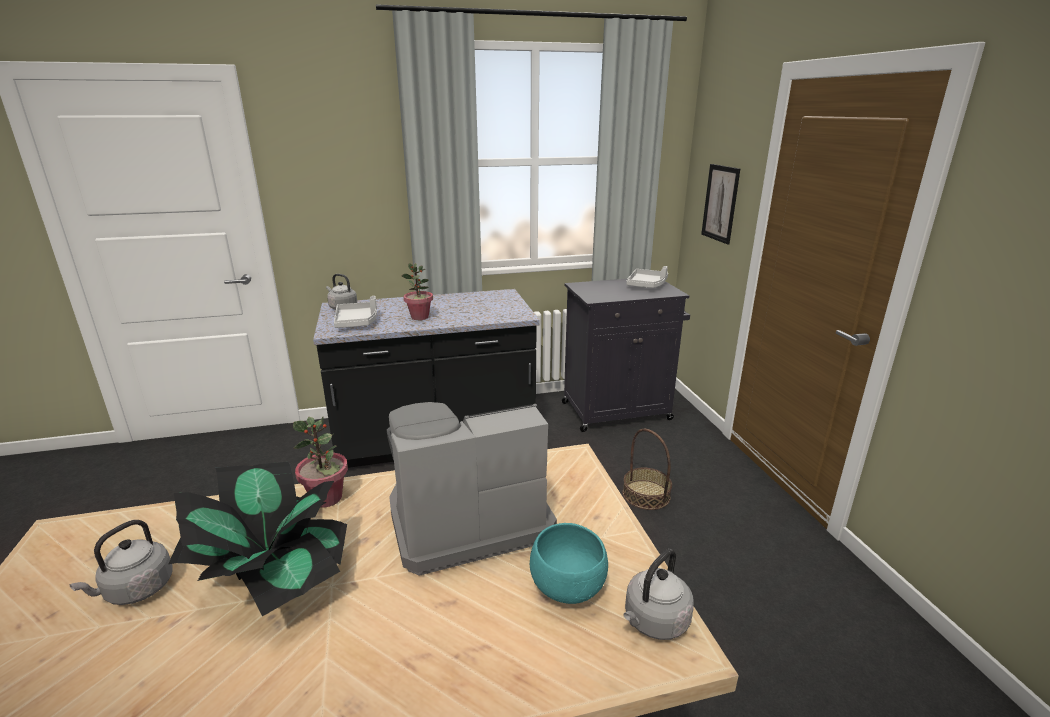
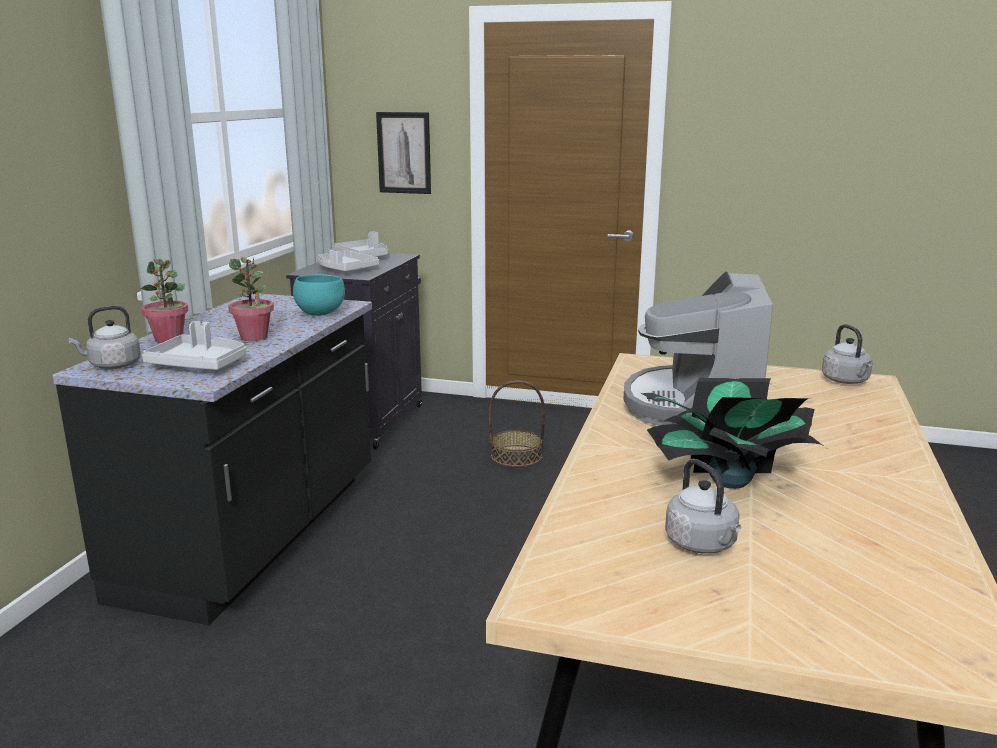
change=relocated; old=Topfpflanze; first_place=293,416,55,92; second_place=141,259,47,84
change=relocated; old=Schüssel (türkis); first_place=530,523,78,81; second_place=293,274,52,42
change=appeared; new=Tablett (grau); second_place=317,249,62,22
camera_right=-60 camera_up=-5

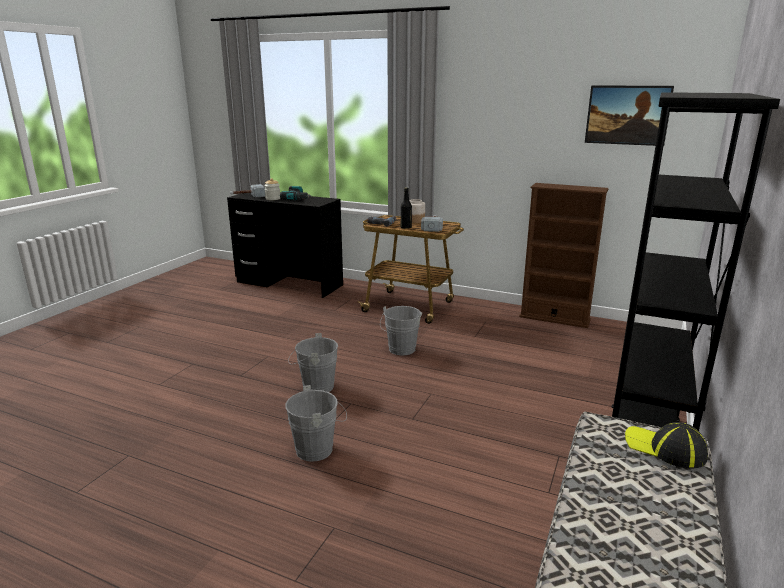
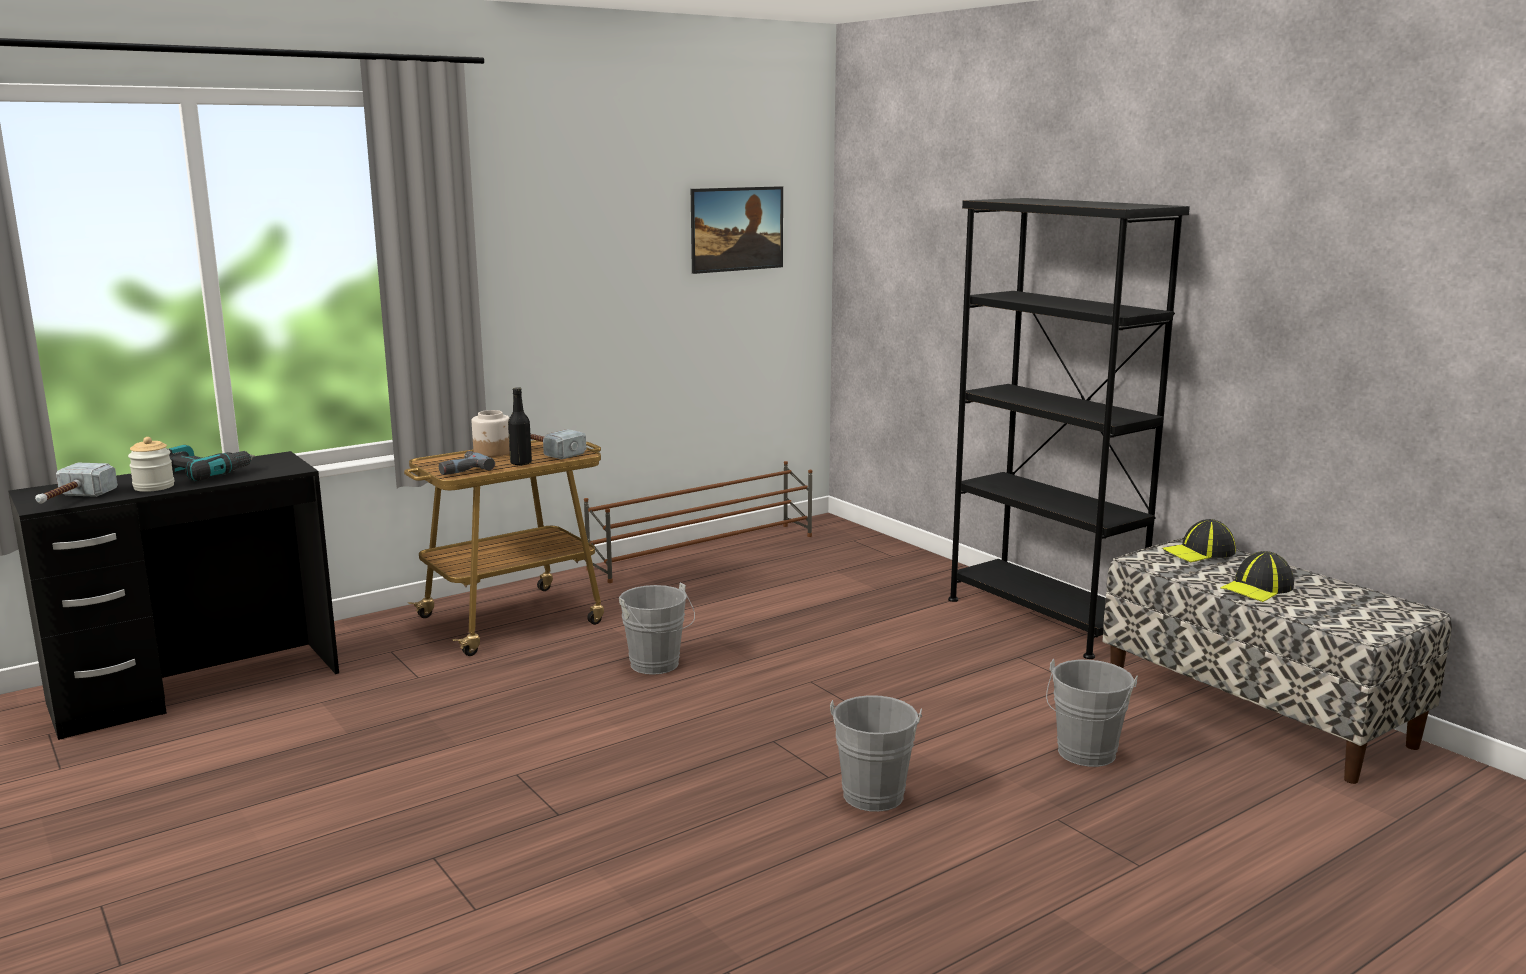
change=exchanged; old=Bücherregal (braun); new=Schuhregal (braun); first_place=519,183,90,145; second_place=584,461,228,122
change=relocated; old=Eimer (grau); first_place=288,333,50,59; second_place=1046,659,92,108
change=appeared; new=Kappe; second_place=1220,551,74,51
camera_right=-60 camera_up=-5

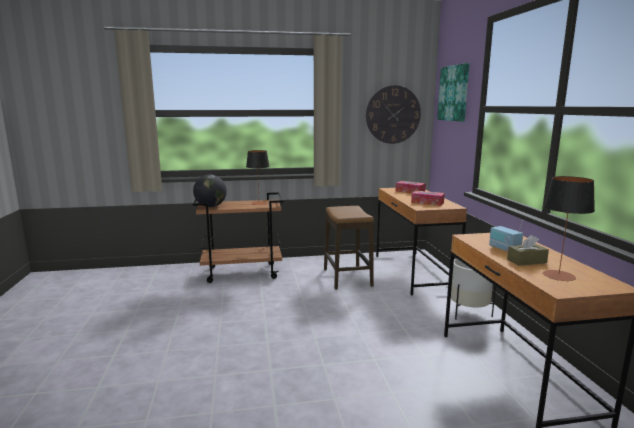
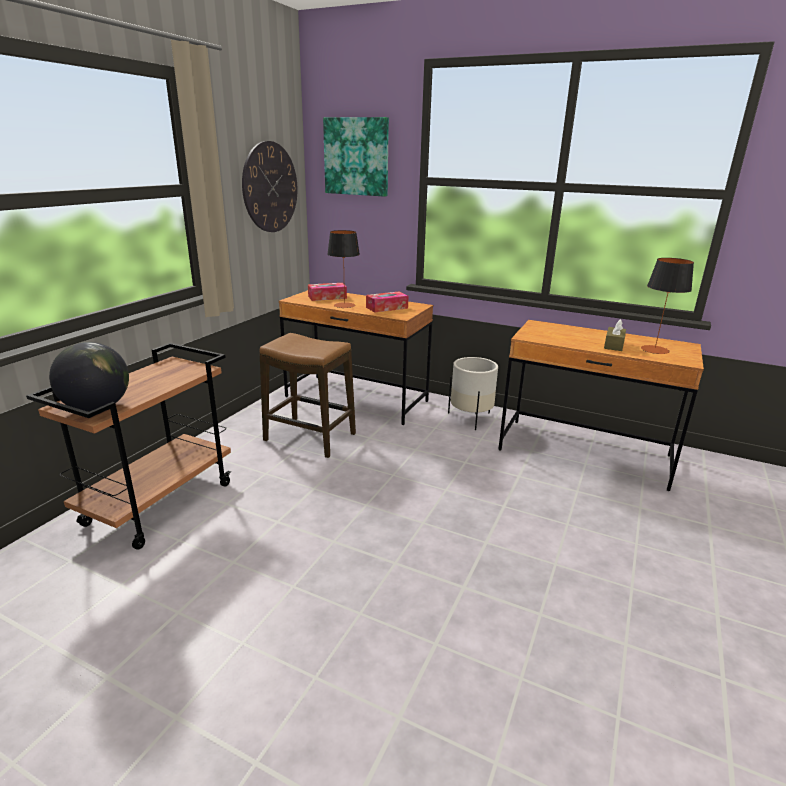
change=relocated; old=Tischlampe; first_place=246,150,24,55; second_place=327,230,33,78
change=missing; old=Radio; first_place=489,220,34,31
camera_right=-55 camera_up=10

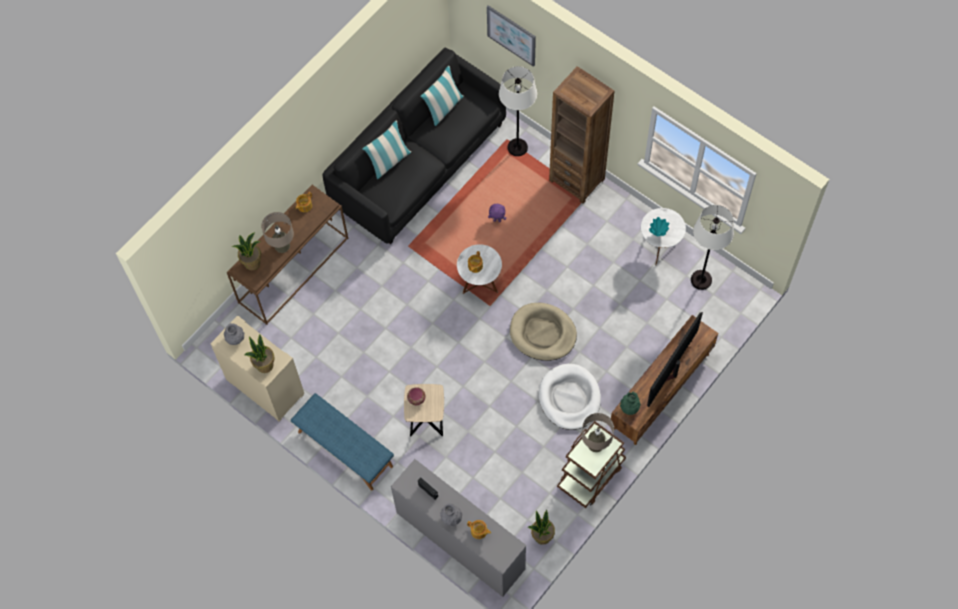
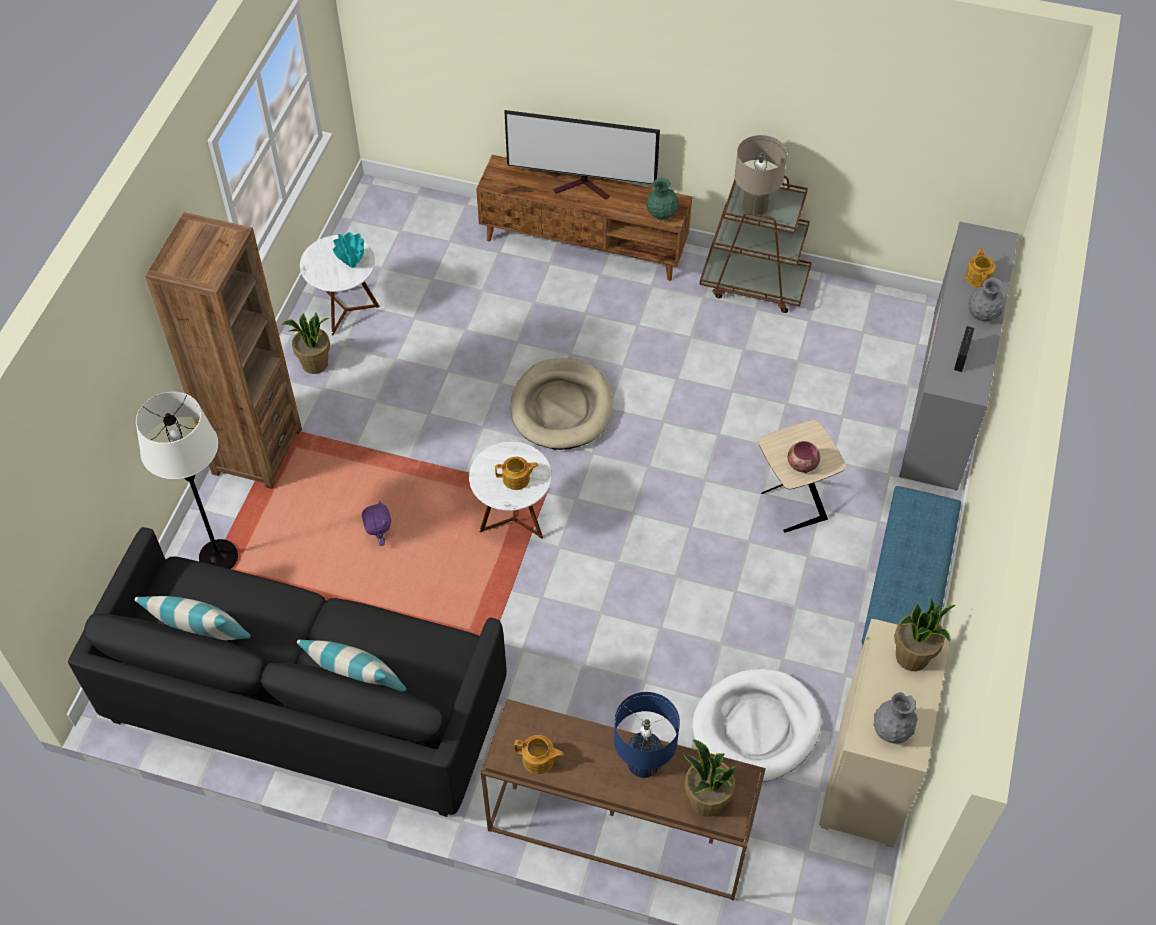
change=missing; old=Bild; first_place=487,5,49,62
change=missing; old=Stehlampe (weiß); first_place=691,205,43,85
change=colour; old=Tischlampe (beige); new=Tischlampe (blau); first_place=261,212,33,41; second_place=614,692,66,86
change=relocated; old=Hundebett (weiß); first_place=539,364,62,66; second_place=692,669,129,113
change=relocated; old=Topfpflanze; first_place=528,510,27,35; second_place=281,312,49,62
camera_right=-115 camera_up=-10

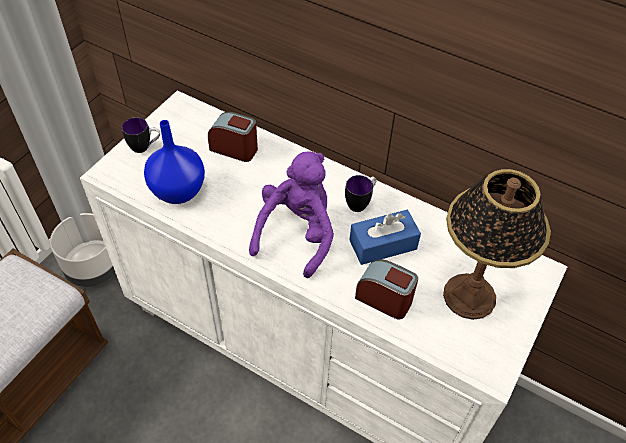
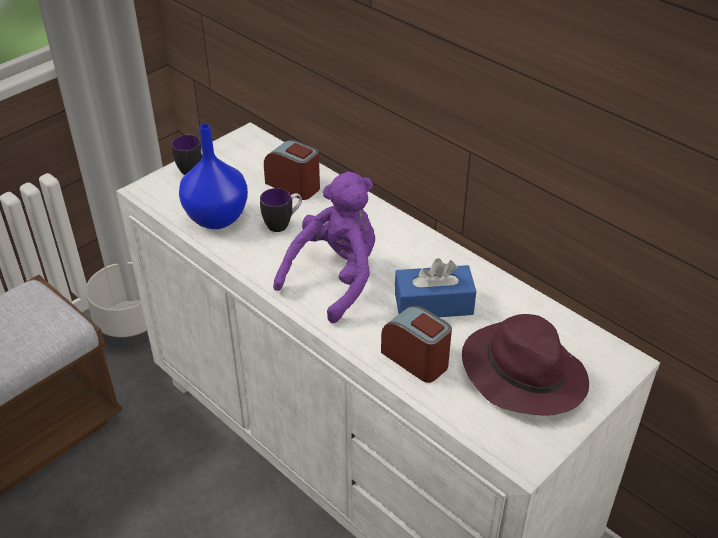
change=exchanged; old=Tischlampe; new=Hut (lila); first_place=443,169,108,151; second_place=462,314,127,102
change=relocated; old=Henkelbecher; first_place=345,175,31,37; second_place=260,188,42,44
camera_right=15 camera_up=-10

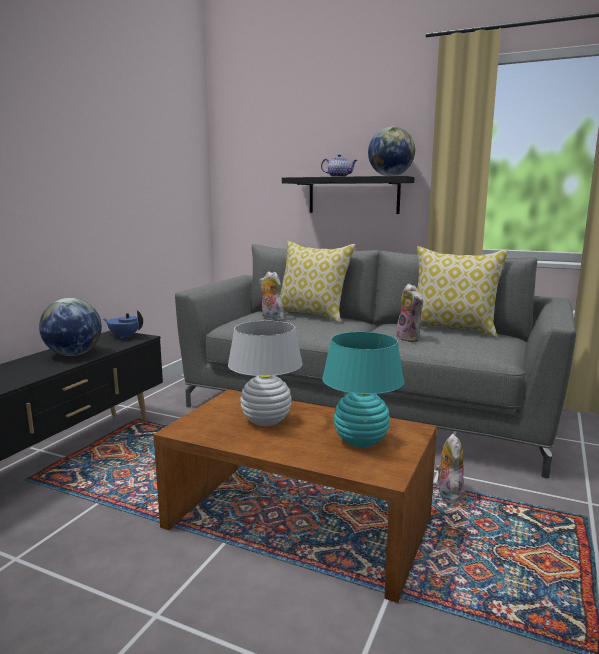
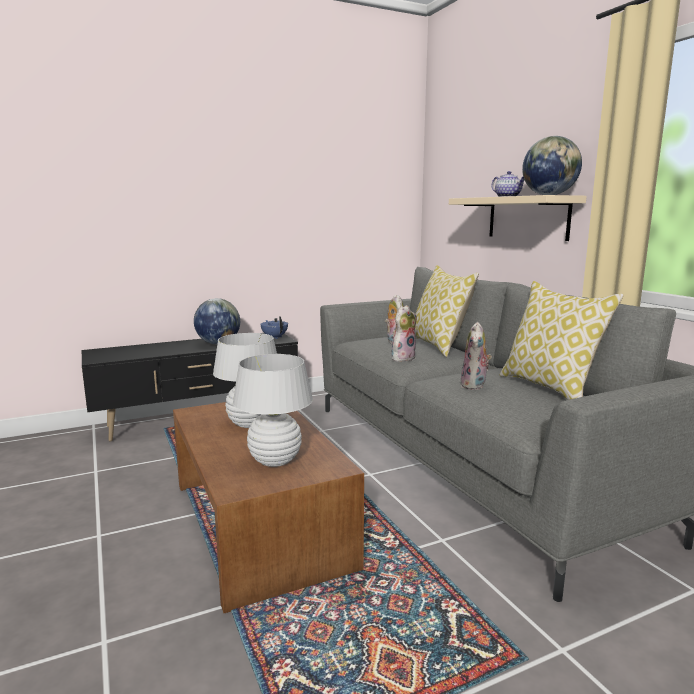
change=colour; old=Wandregal (schwarz); new=Wandregal (beige); first_place=282,176,132,38; second_place=449,195,138,46
change=colour; old=Tischlampe (türkis); new=Tischlampe (weiß); first_place=322,332,82,115; second_place=233,354,80,113
change=relocated; old=Plüschtier; first_place=435,434,30,70; second_place=392,305,25,57
camera_right=40 camera_up=0

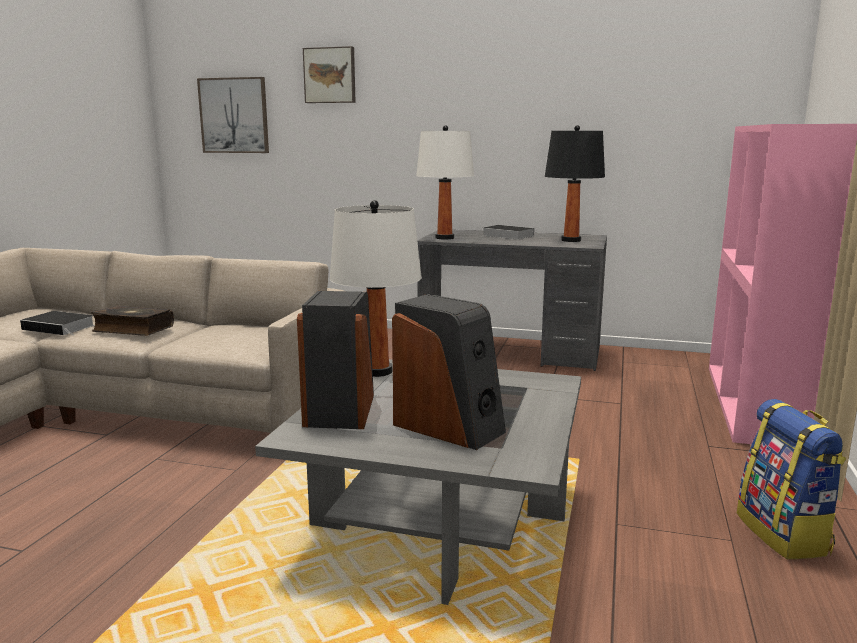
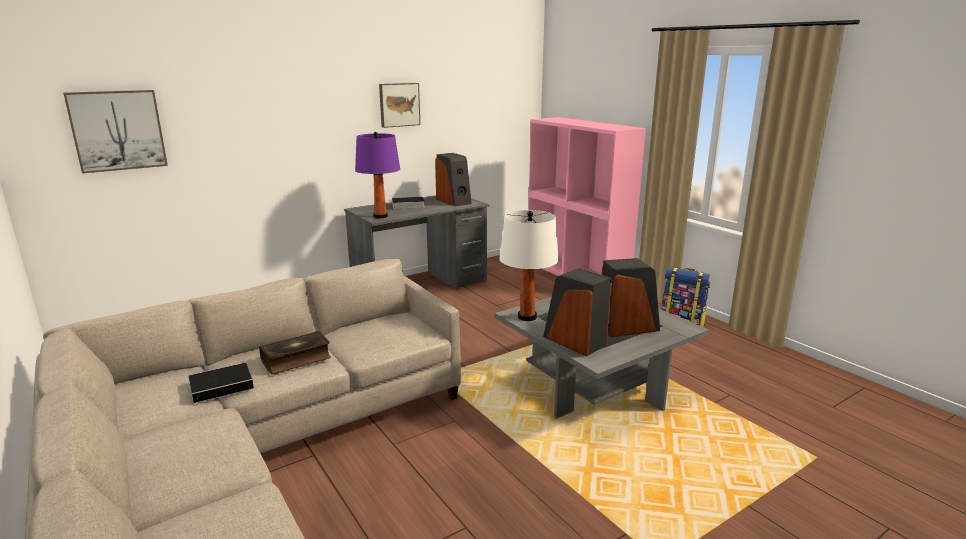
change=relocated; old=Bild; first_place=303,46,53,57; second_place=379,83,42,45
change=colour; old=Tischlampe (weiß); new=Tischlampe (lila); first_place=416,125,58,115; second_place=355,132,45,86
change=exchanged; old=Tischlampe (schwarz); new=Lautsprecher; first_place=545,125,60,117; second_place=435,153,36,53
camera_right=-50 camera_up=5

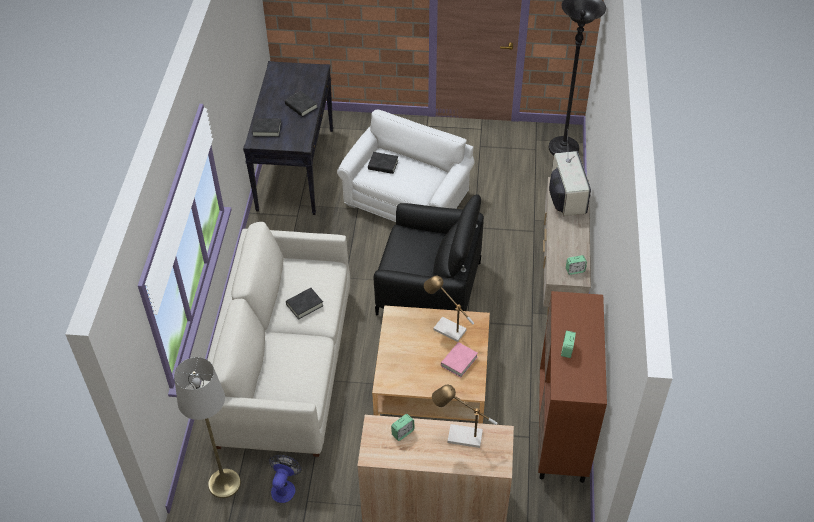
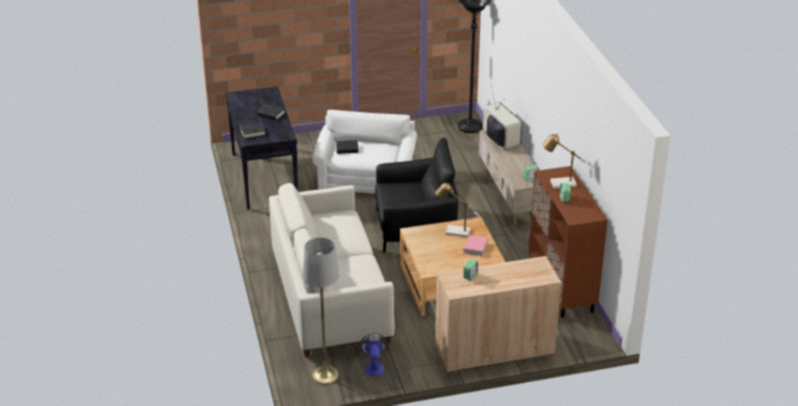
change=missing; old=Buch (schwarz); first_place=286,288,37,32
change=relocated; old=Tischlampe; first_place=432,385,65,63; second_place=542,134,45,55
camera_right=-20 camera_up=-15

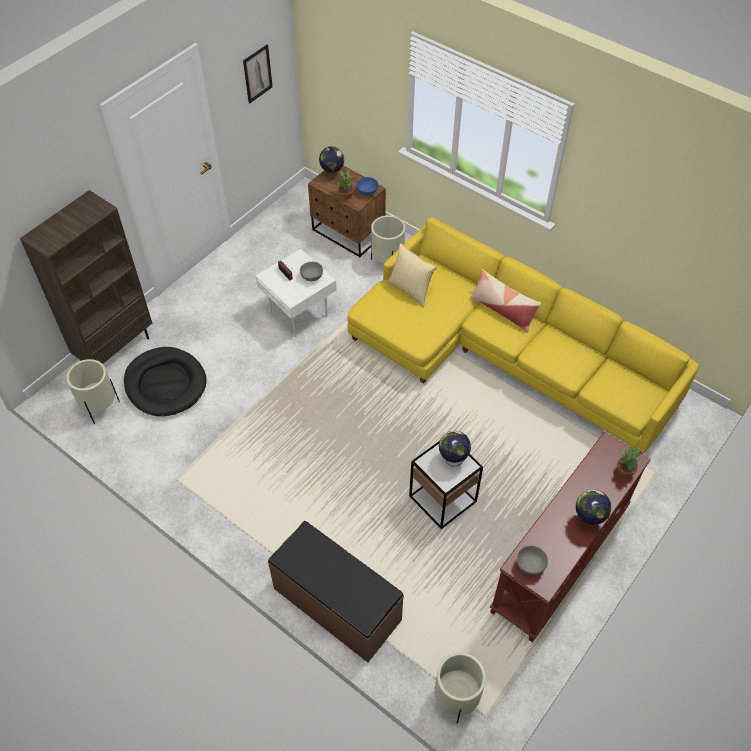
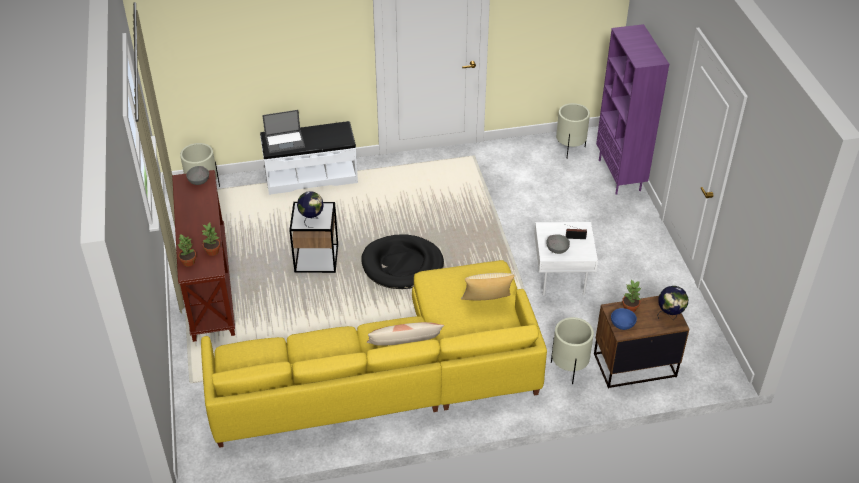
change=missing; old=Bild; first_place=243,45,30,58
change=colour; old=Bücherregal (braun); new=Bücherregal (lila); first_place=20,190,132,174; second_place=596,24,73,171
change=relocated; old=Hundebett (schwarz); first_place=124,347,83,69; second_place=362,234,82,55
change=missing; old=Globus; first_place=576,490,35,38
change=colour; old=Bank (braun); new=Bank (weiß); first_place=268,521,136,141; second_place=260,121,98,74
change=appeared; new=Laptop; second_place=262,110,43,43
change=appeared; new=Topfpflanze; second_place=202,223,18,33
camera_right=130 camera_up=-10

